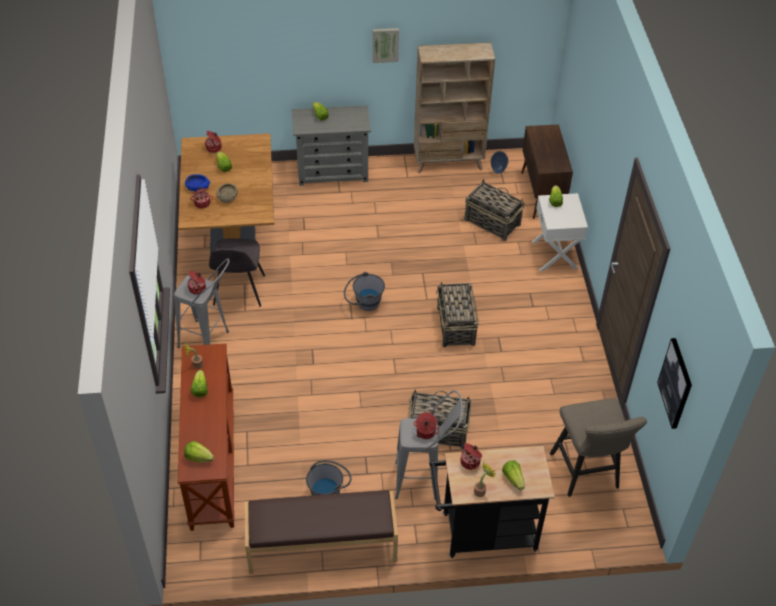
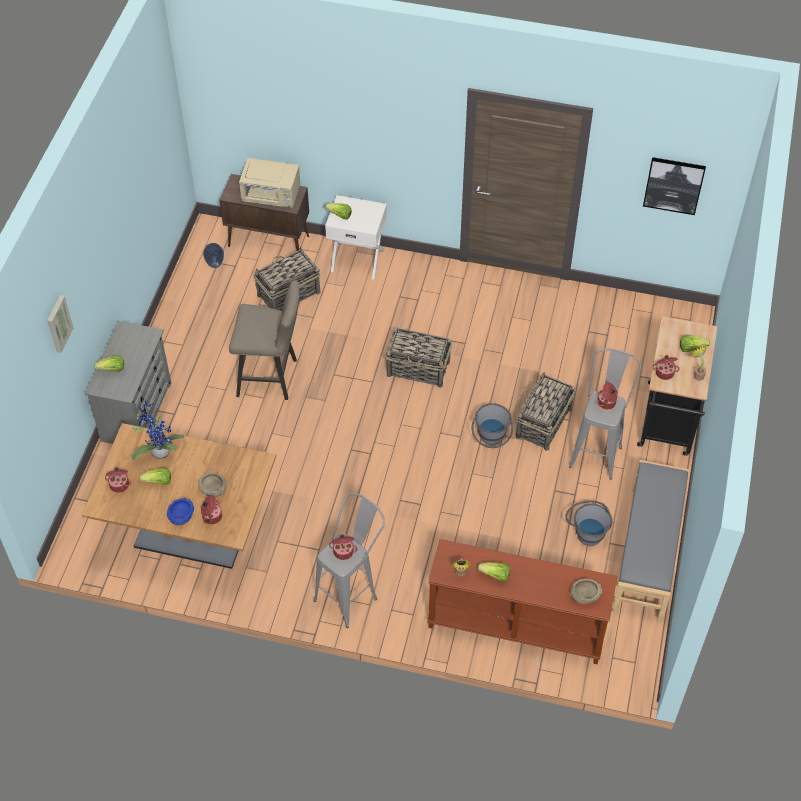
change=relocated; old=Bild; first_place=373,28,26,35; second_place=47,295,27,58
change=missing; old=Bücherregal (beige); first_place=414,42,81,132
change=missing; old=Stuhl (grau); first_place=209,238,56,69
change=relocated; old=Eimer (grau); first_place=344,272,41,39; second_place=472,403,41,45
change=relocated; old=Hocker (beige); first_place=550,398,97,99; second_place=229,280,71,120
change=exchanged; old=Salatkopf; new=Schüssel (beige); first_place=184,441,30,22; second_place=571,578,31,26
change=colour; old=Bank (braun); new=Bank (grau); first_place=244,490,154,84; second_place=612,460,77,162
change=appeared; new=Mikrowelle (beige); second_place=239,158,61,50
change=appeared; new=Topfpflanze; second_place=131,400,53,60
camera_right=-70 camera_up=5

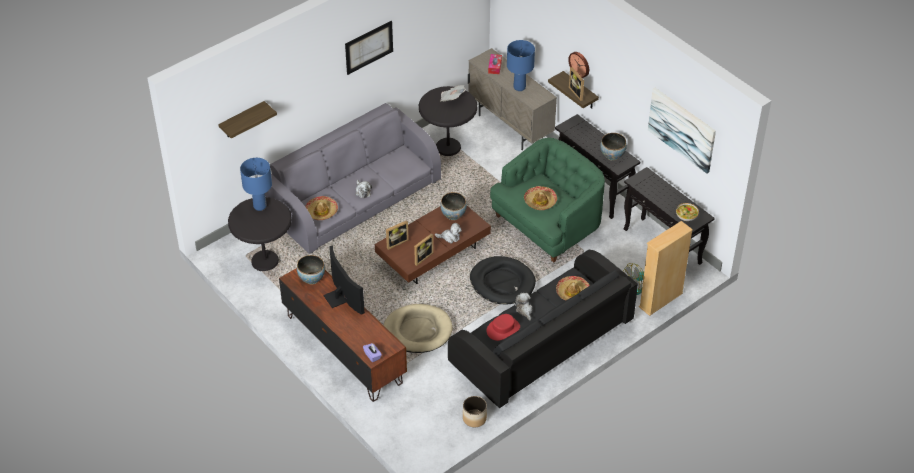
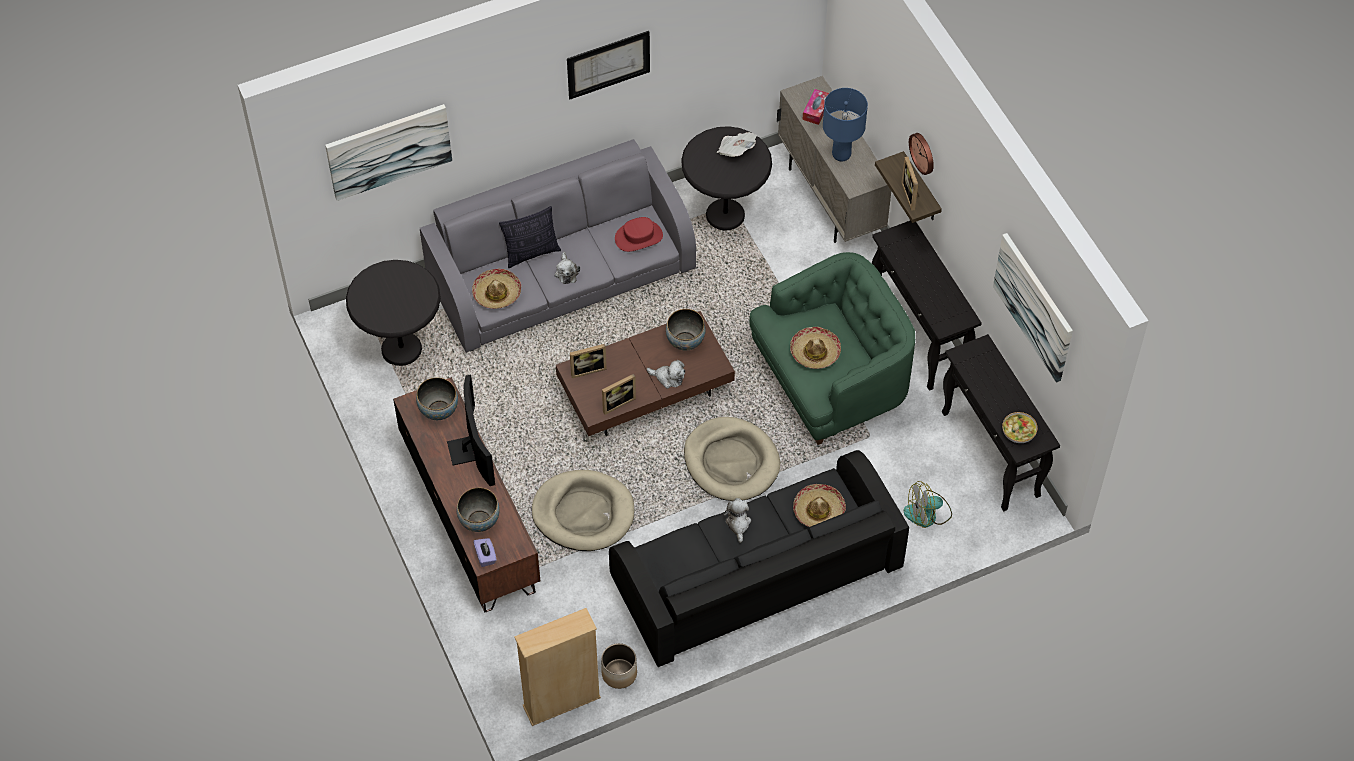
change=exchanged; old=Wandregal; new=Bild; first_place=218,101,59,38; second_place=325,104,127,97
change=relocated; old=Schüssel; first_place=600,133,27,28; second_place=457,487,43,45
change=missing; old=Tischlampe (blau); first_place=240,158,32,53
change=relocated; old=Bücherregal (beige); first_place=639,221,54,95; second_place=514,608,87,118
change=colour; old=Hundebett (schwarz); new=Hundebett (beige); first_place=470,256,66,48; second_place=684,417,96,84
change=relocated; old=Hut (rot); first_place=486,314,34,27; second_place=615,217,48,35
change=appeared; new=Kissen; second_place=499,206,62,62
camera_right=15 camera_up=10

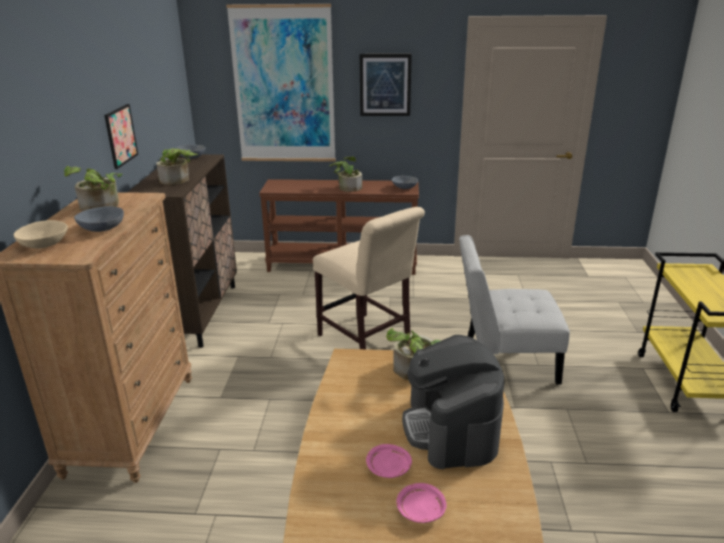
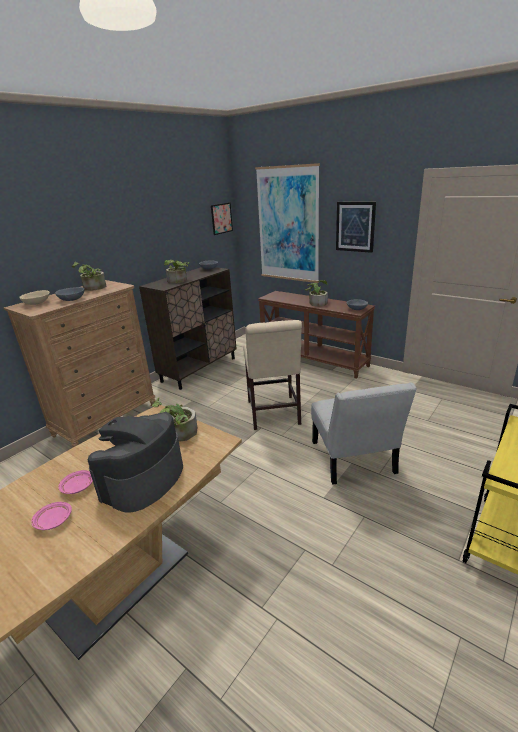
change=relocated; old=Bild; first_place=104,104,34,65; second_place=211,202,22,33
change=spun; old=Stuhl (weiß); first_place=459,235,111,149; second_place=311,382,106,103; degrees=-135
camera_right=35 camera_up=0

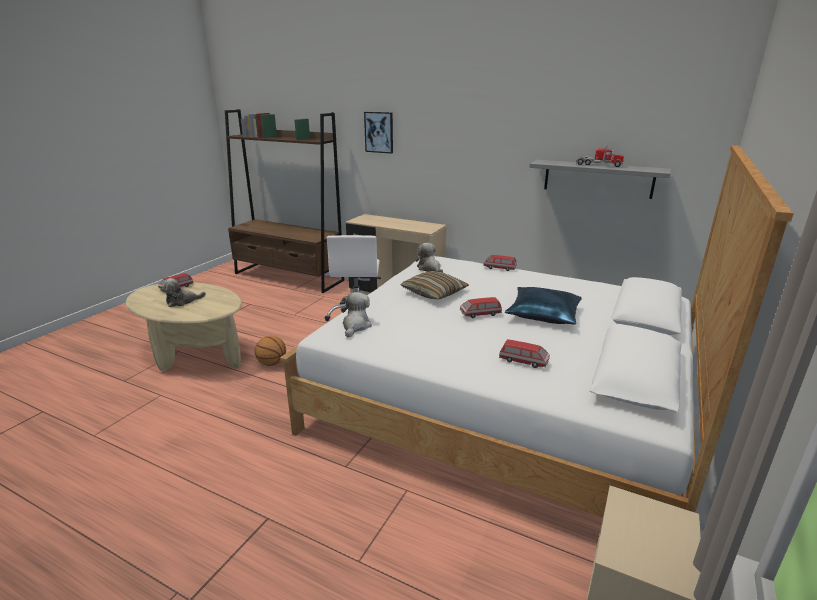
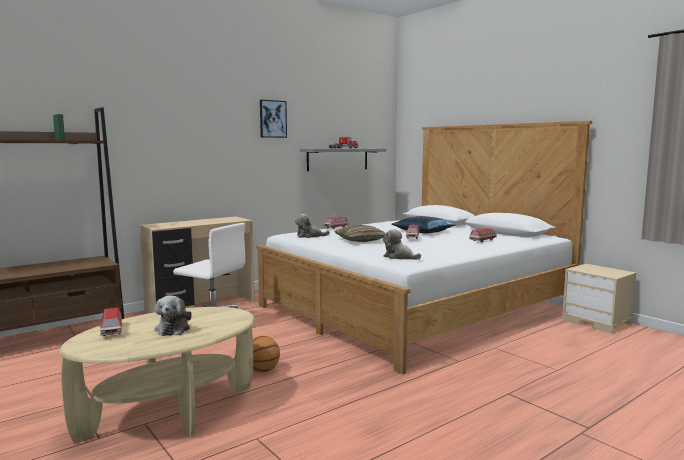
change=relocated; old=Bild; first_place=364,112,29,42; second_place=260,100,27,38
camera_right=-65 camera_up=-15

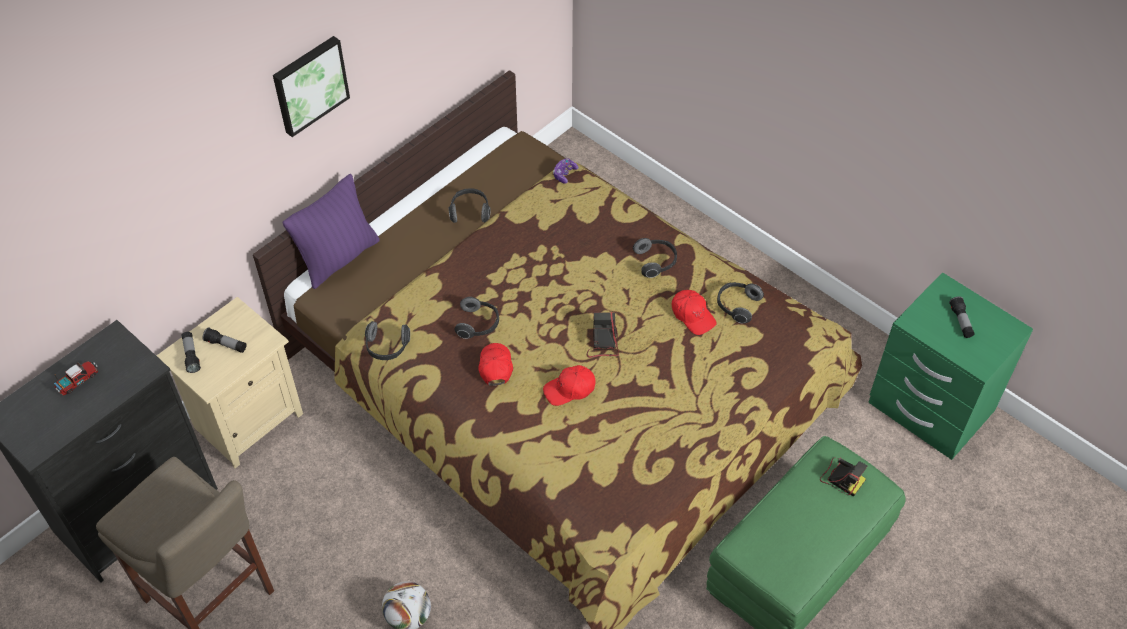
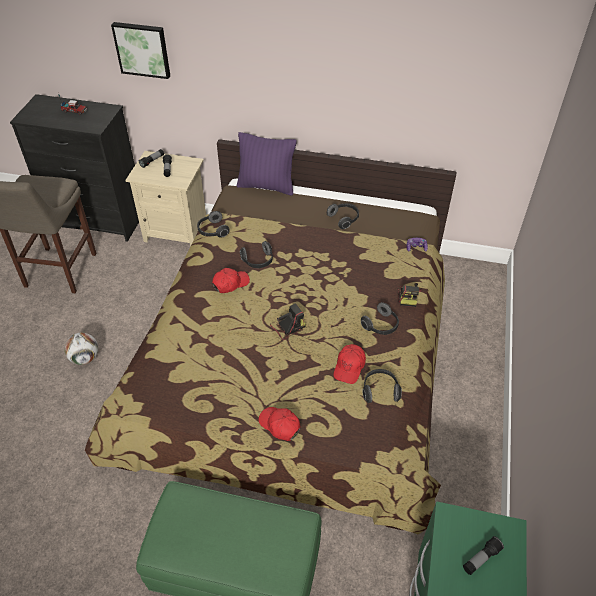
change=relocated; old=Bild; first_place=273,36,77,101; second_place=111,22,59,57
change=relocated; old=Kappe (rot); first_place=543,365,53,41; second_place=259,407,42,34
change=relocated; old=Kamera; first_place=820,457,47,39; second_place=398,283,24,24
camera_right=60 camera_up=-5

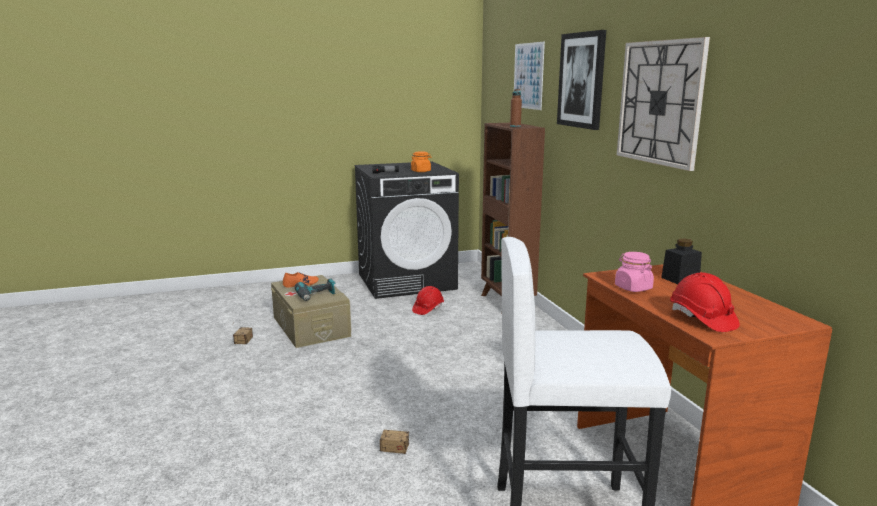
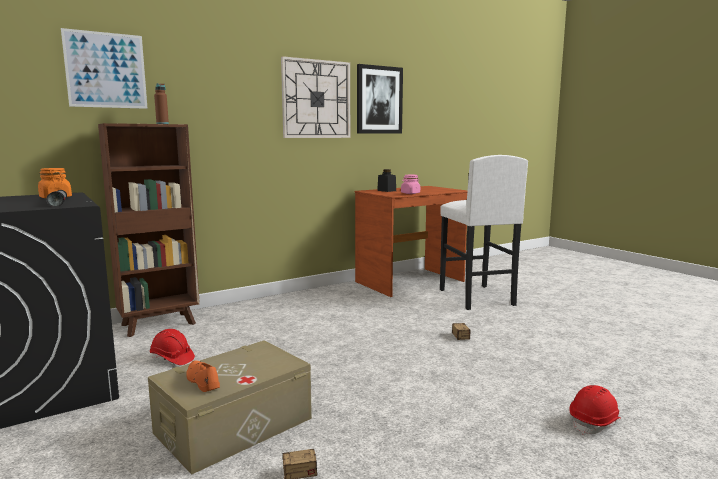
change=relocated; old=Bild; first_place=557,30,49,100; second_place=357,64,46,70
change=relocated; old=Schutzhelm (rot); first_place=670,272,70,60; second_place=569,385,53,50
change=missing; old=Bohrmaschine; first_place=295,279,41,22
camera_right=-105 camera_up=-5

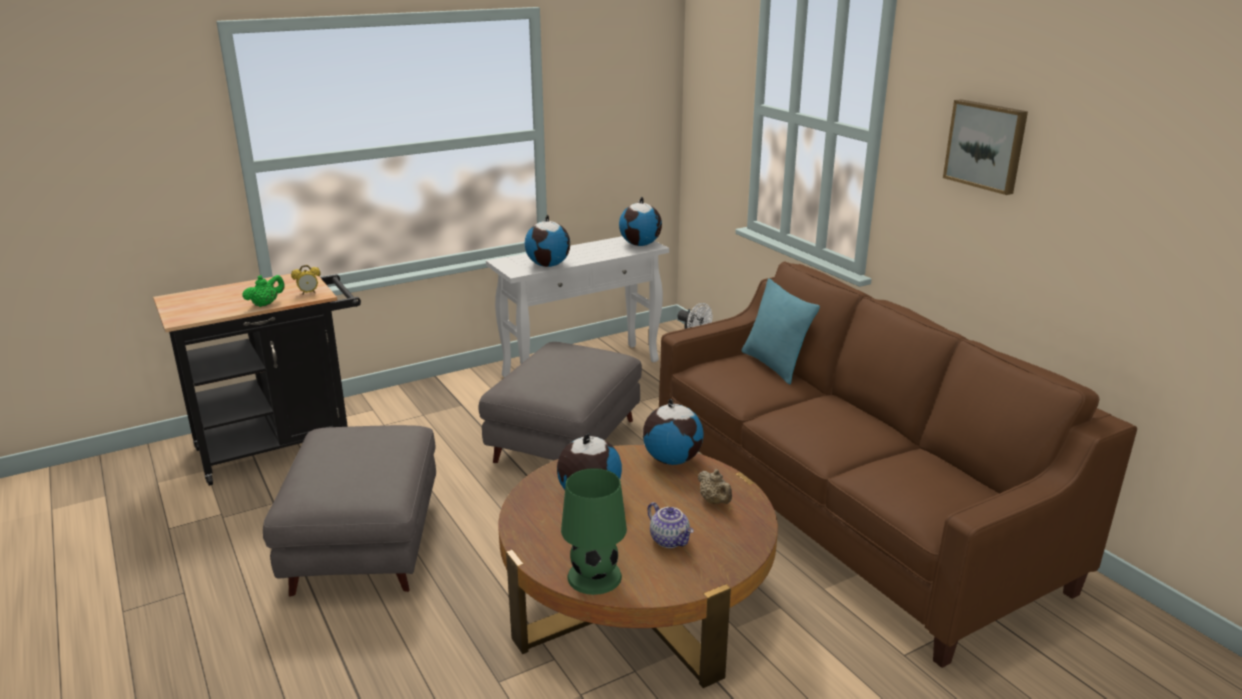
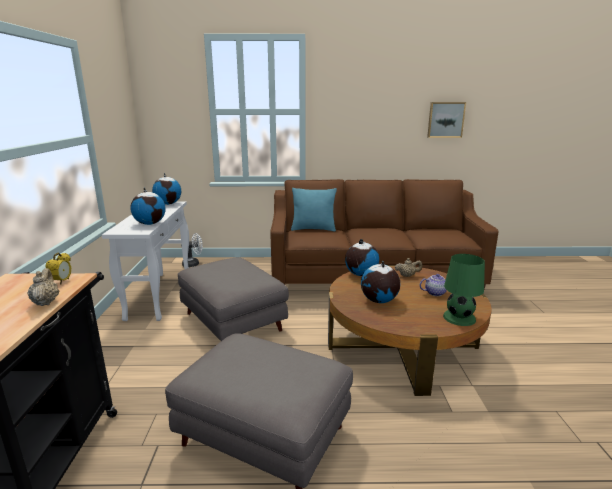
change=relocated; old=Bild; first_place=943,99,85,96; second_place=427,102,39,36
change=colour; old=Teekanne (grün); new=Teekanne (beige); first_place=242,275,43,32; second_place=28,268,31,38
camera_right=-60 camera_up=-5

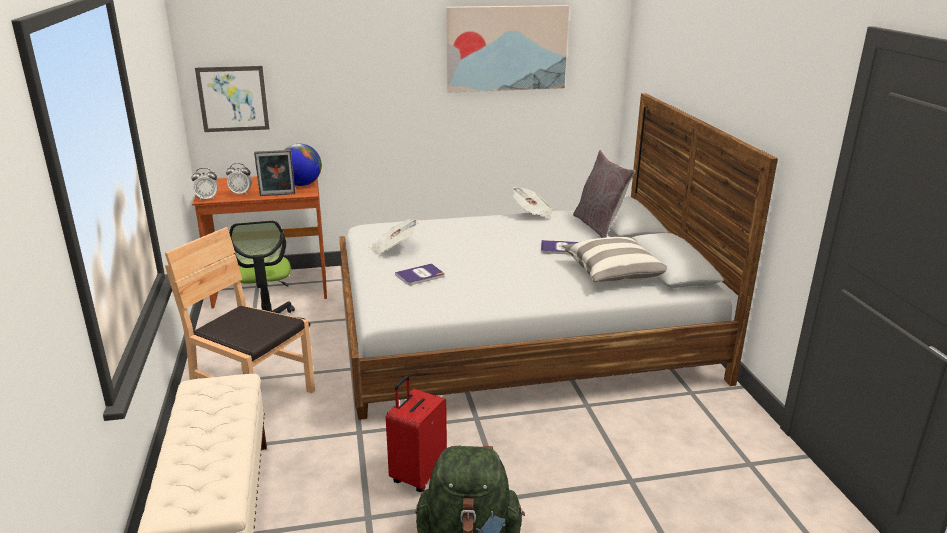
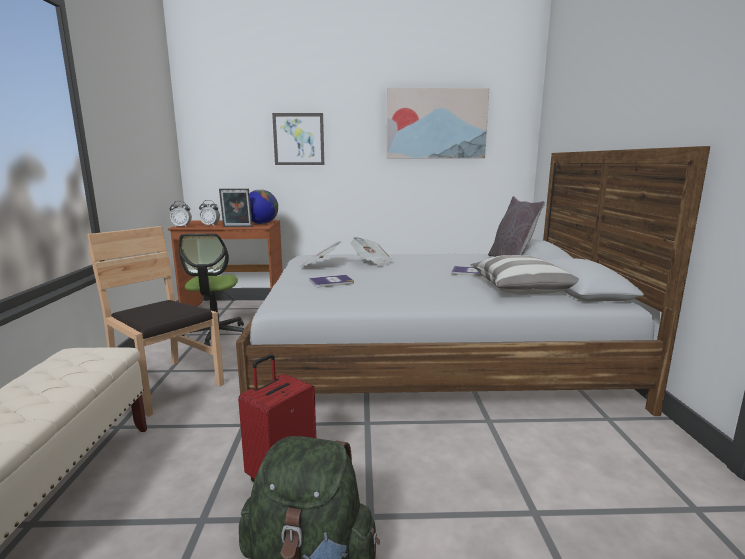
change=relocated; old=Bild; first_place=195,66,74,66; second_place=272,113,52,52
change=relocated; old=Zeitung; first_place=513,187,40,33; second_place=350,237,42,30
camera_right=10 camera_up=-10

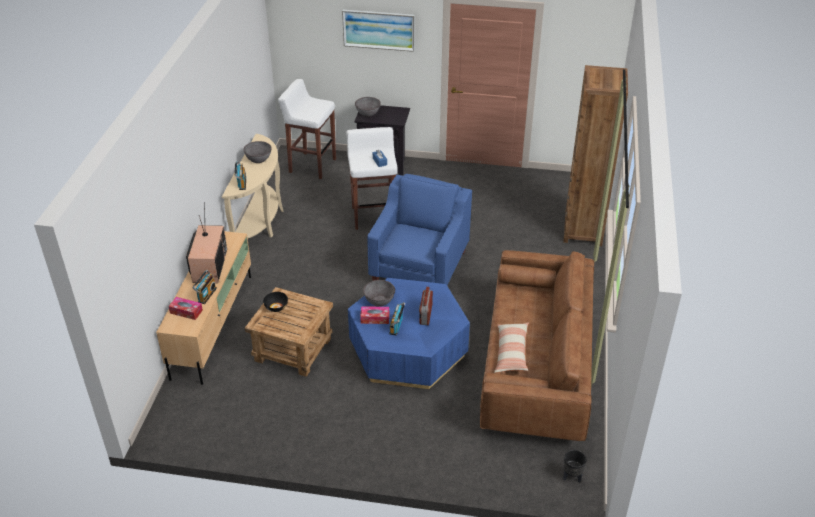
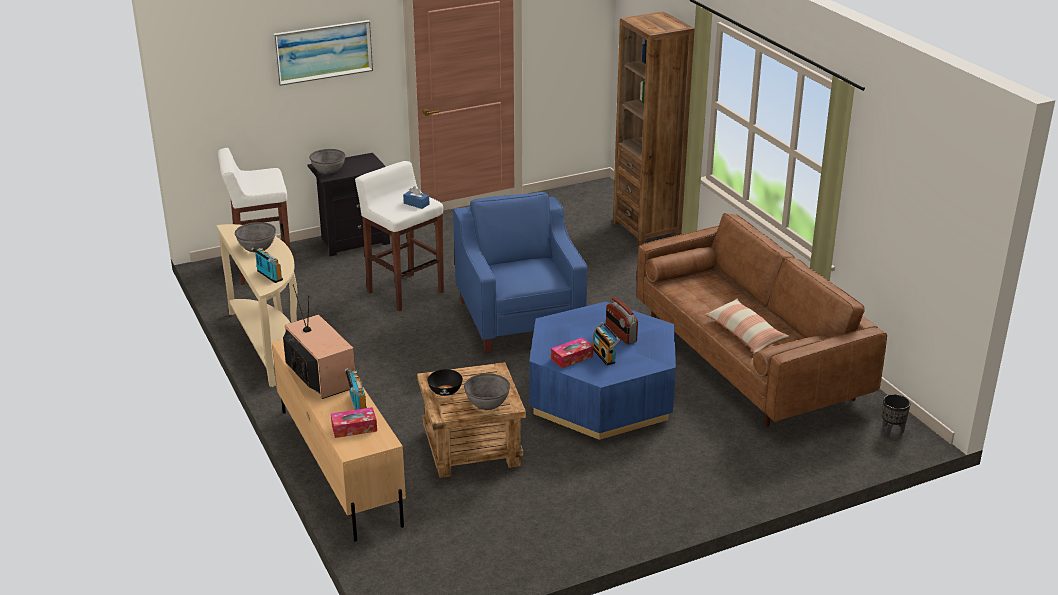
change=relocated; old=Schüssel (grau); first_place=363,280,32,26; second_place=464,373,46,37
camera_right=-35 camera_up=-10

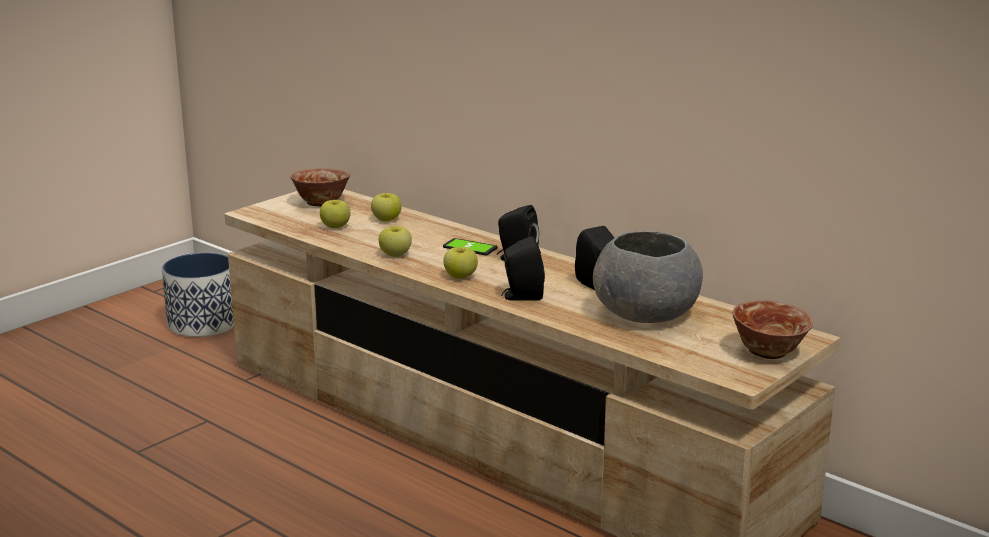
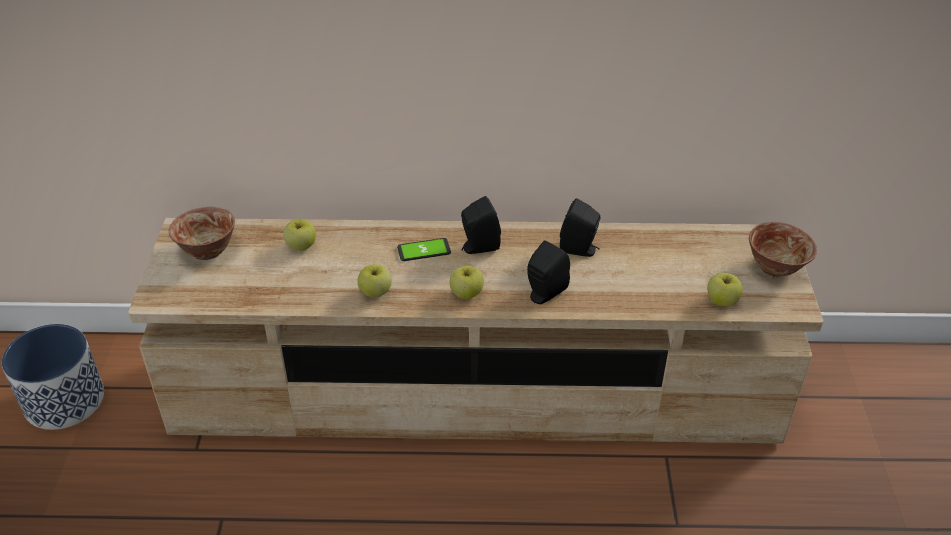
change=relocated; old=Apfel; first_place=320,200,31,28; second_place=707,273,36,33
change=missing; old=Schüssel (grau); first_place=593,231,110,92
camera_right=-40 camera_up=20

